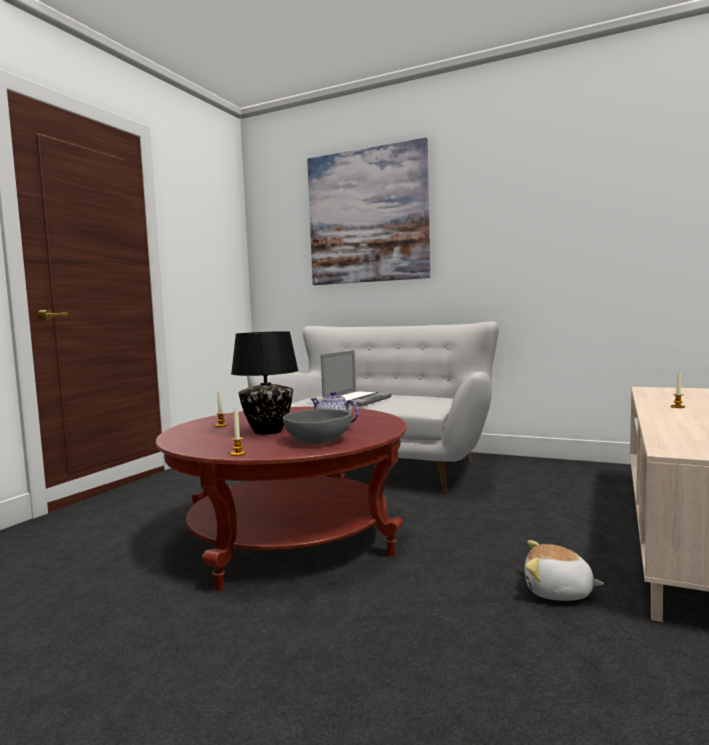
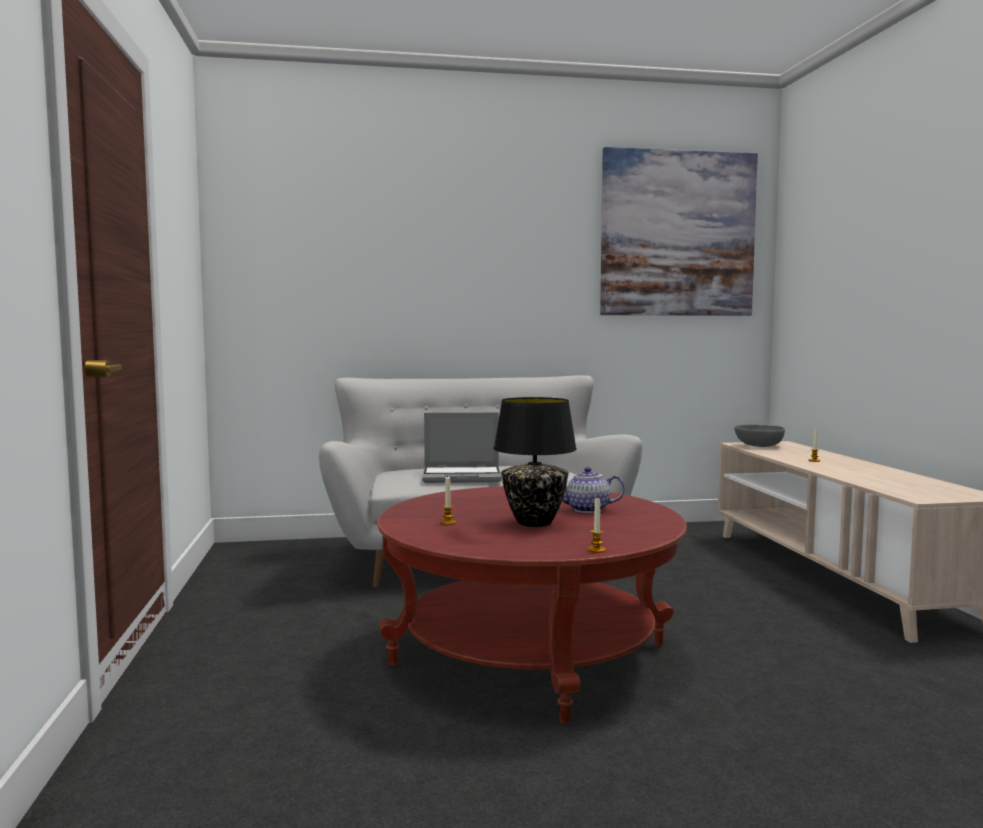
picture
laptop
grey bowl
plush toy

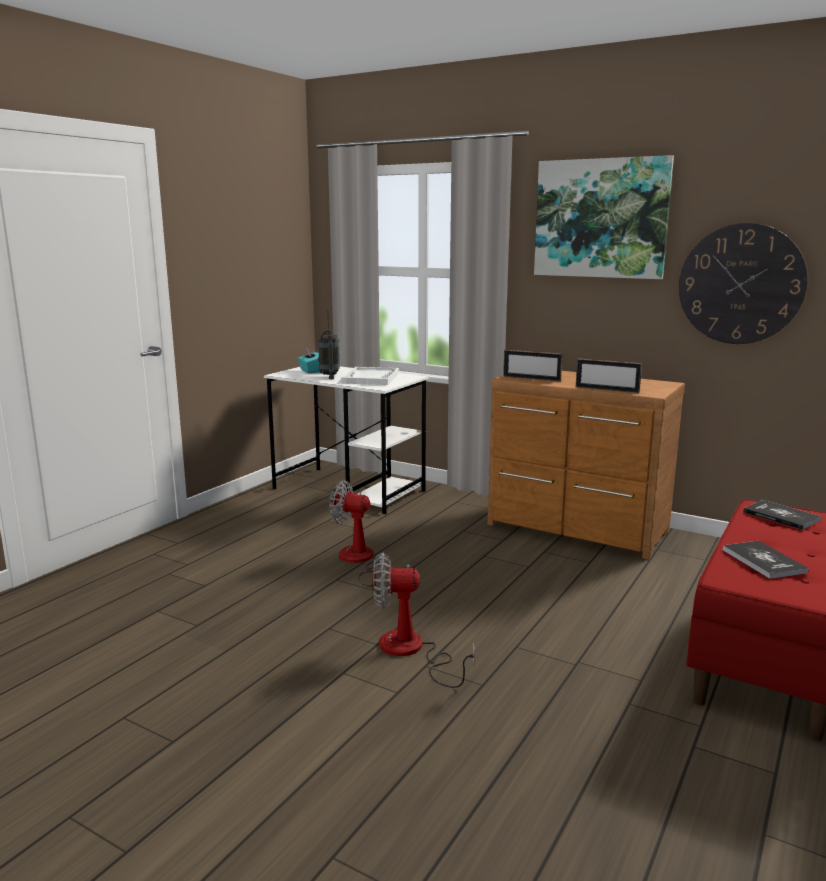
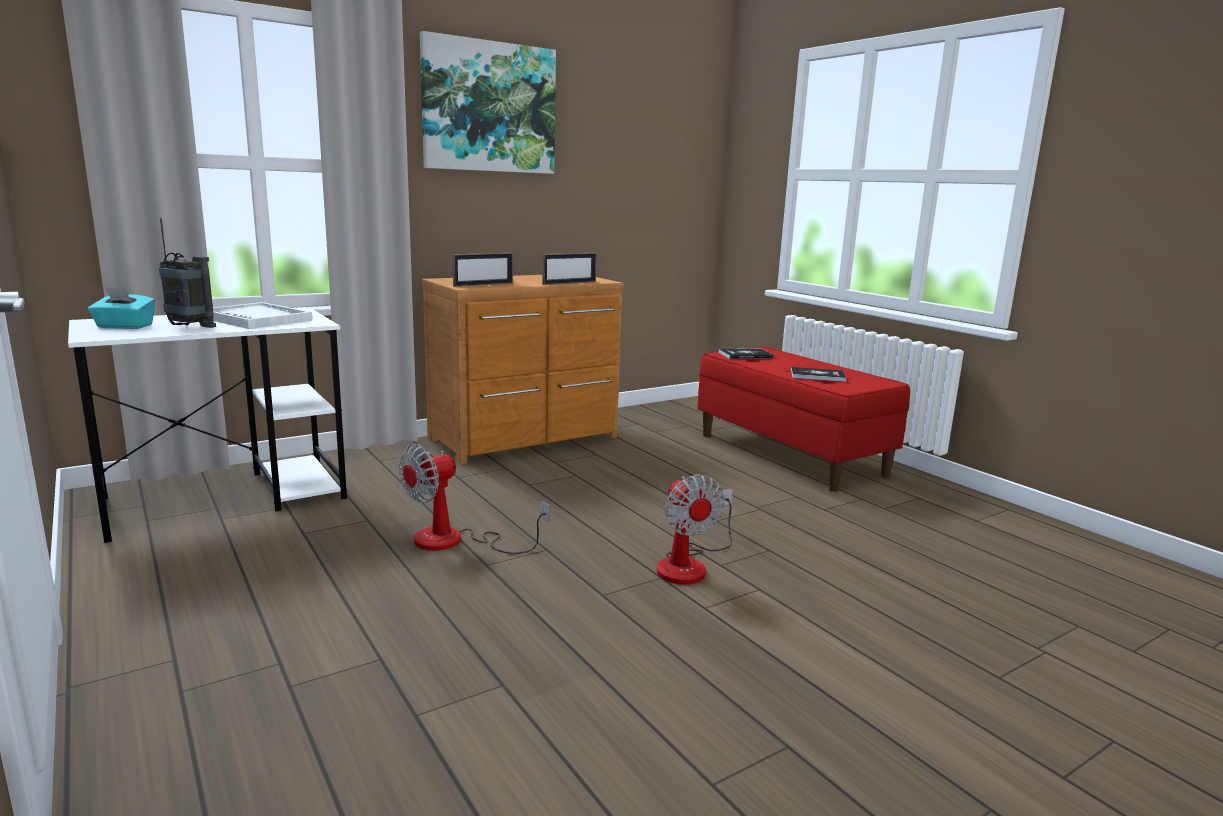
wall clock
fan (2nd from left)

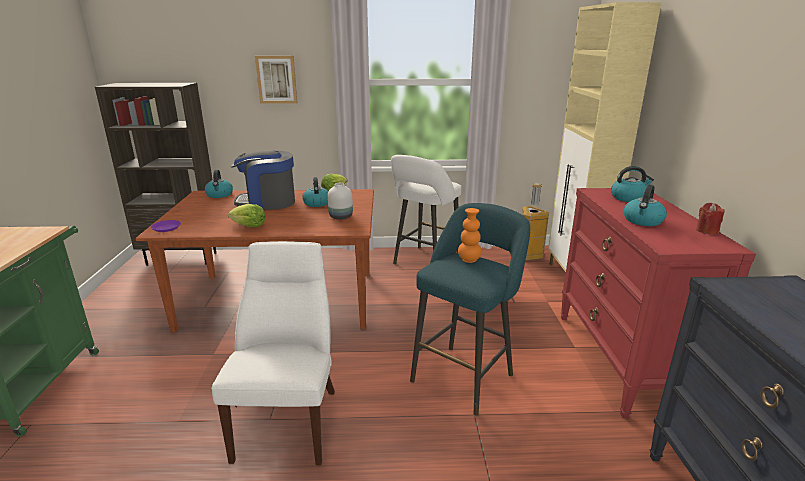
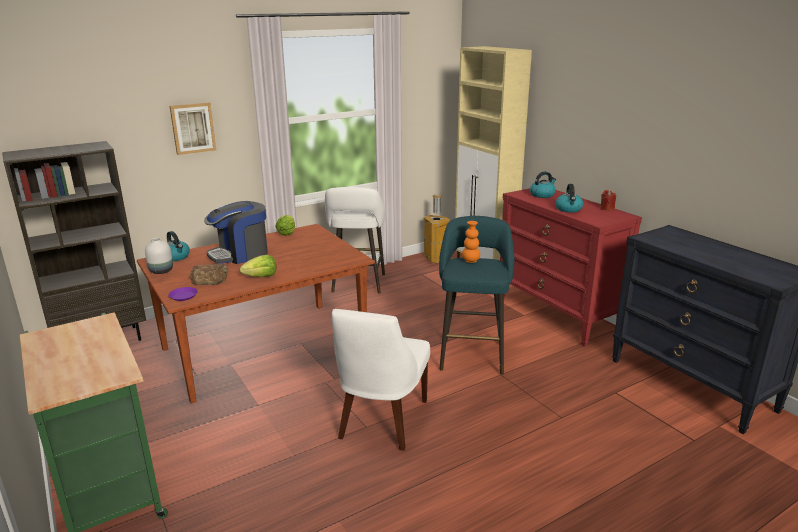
kettle (2nd from left in the first image)
white vase
white chair
bread

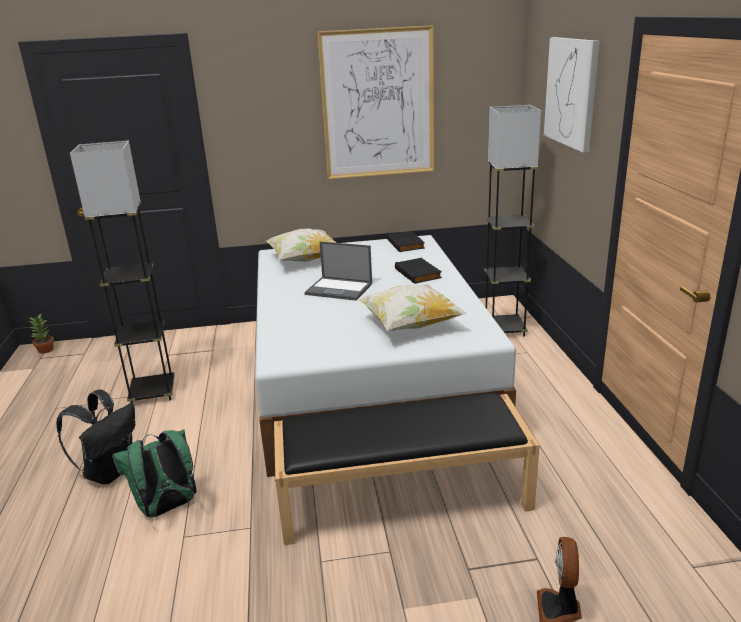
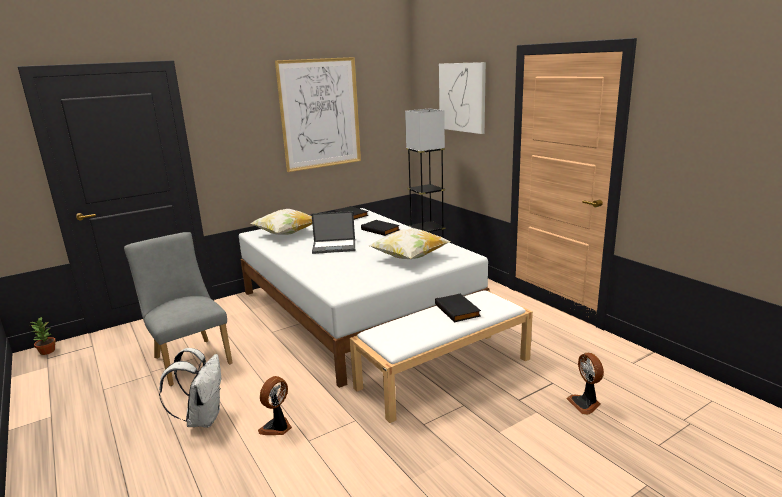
grey chair
white backpack
white bench
fan (1st from left)
black book (3rd from left)

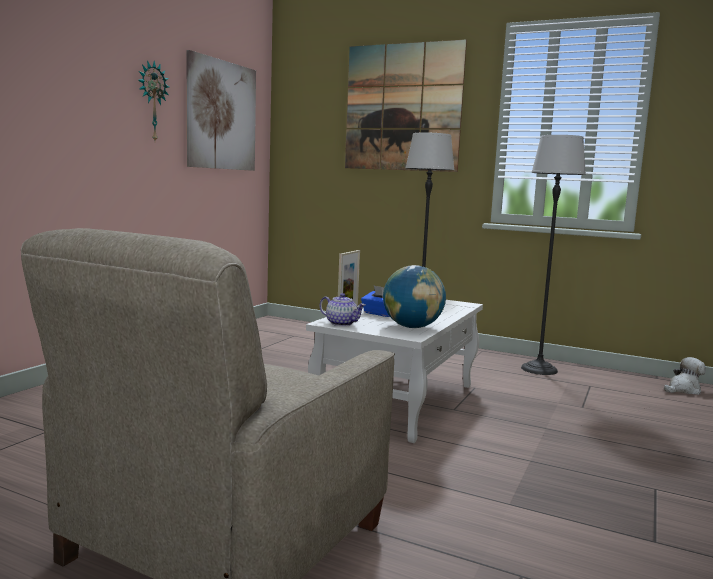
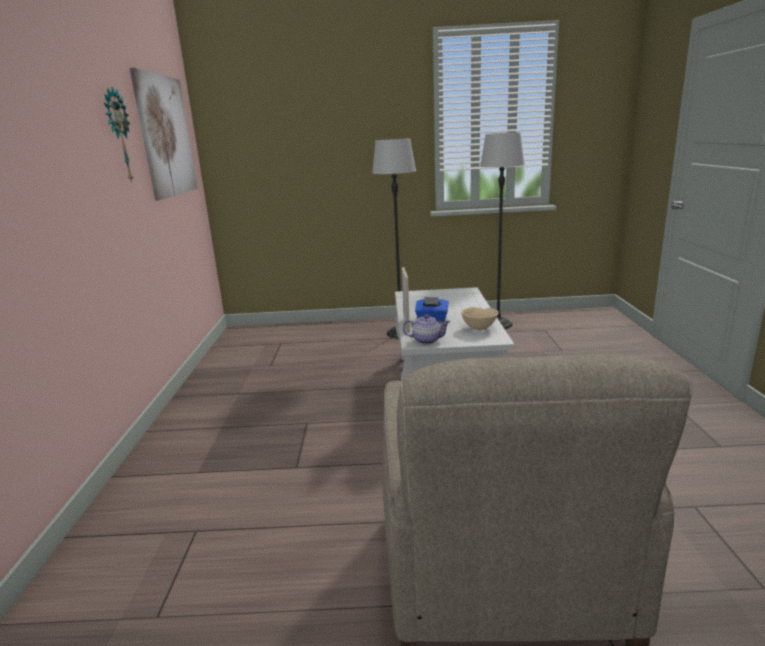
picture (2nd from left in the first image)
beige bowl
plush toy

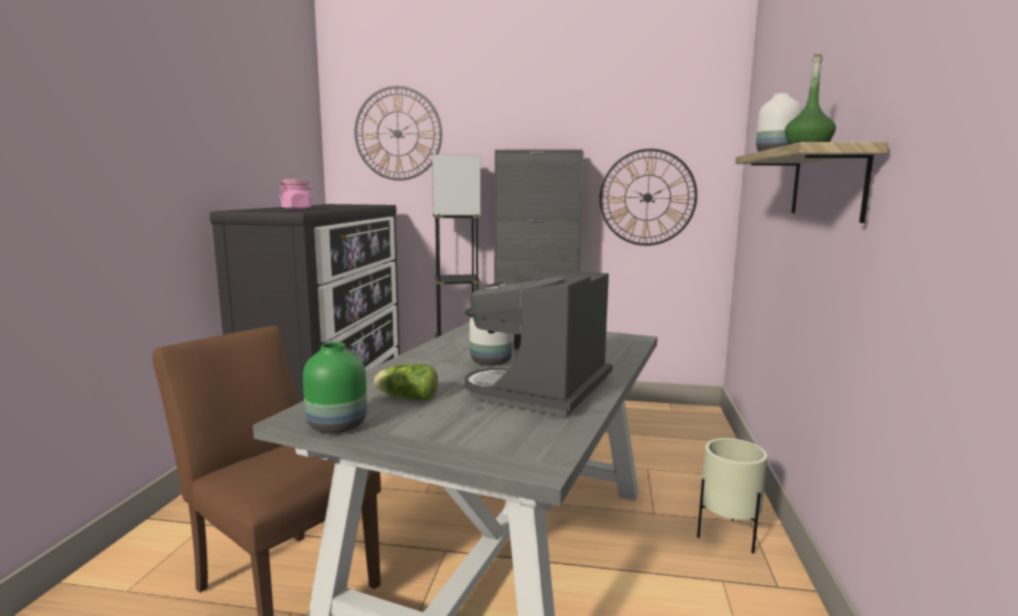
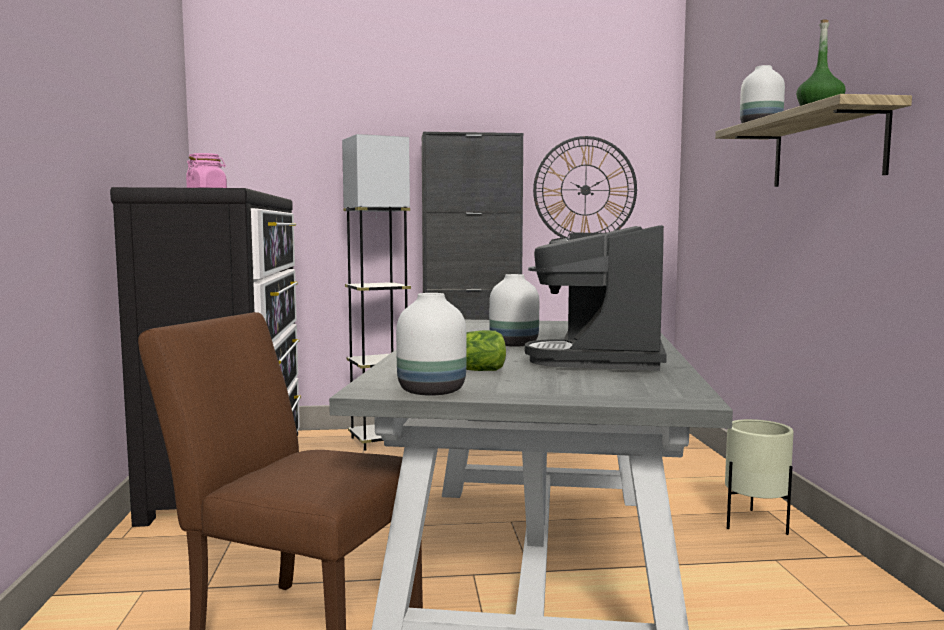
wall clock (1st from left in the first image)
white vase (1st from left)

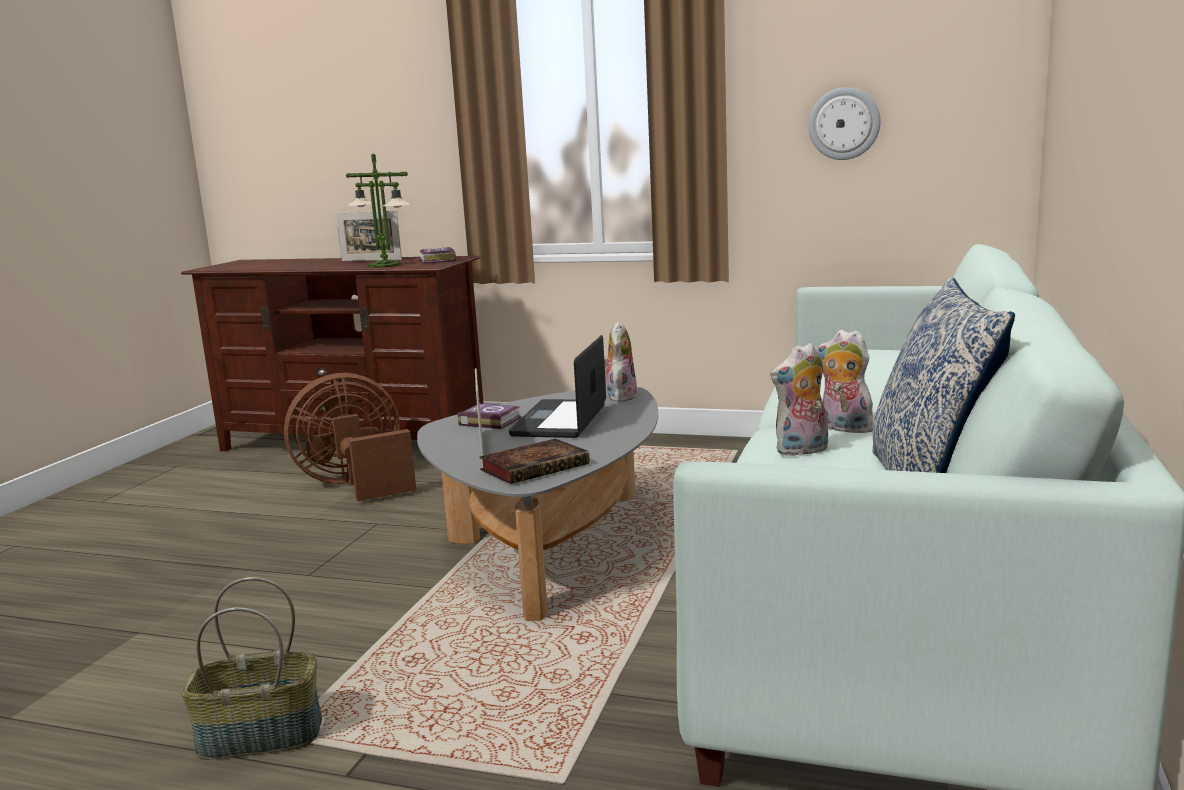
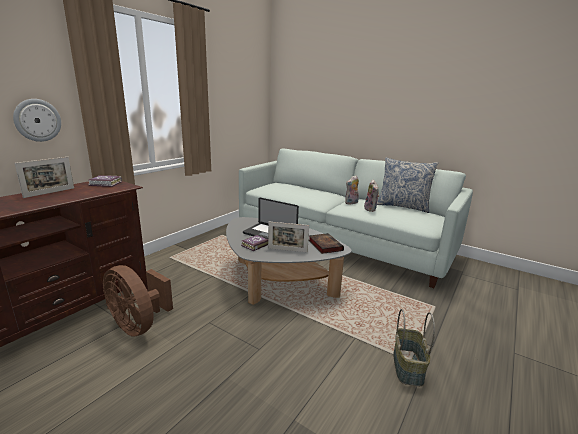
wall clock
table lamp
plush toy (1st from left in the first image)
brown fan

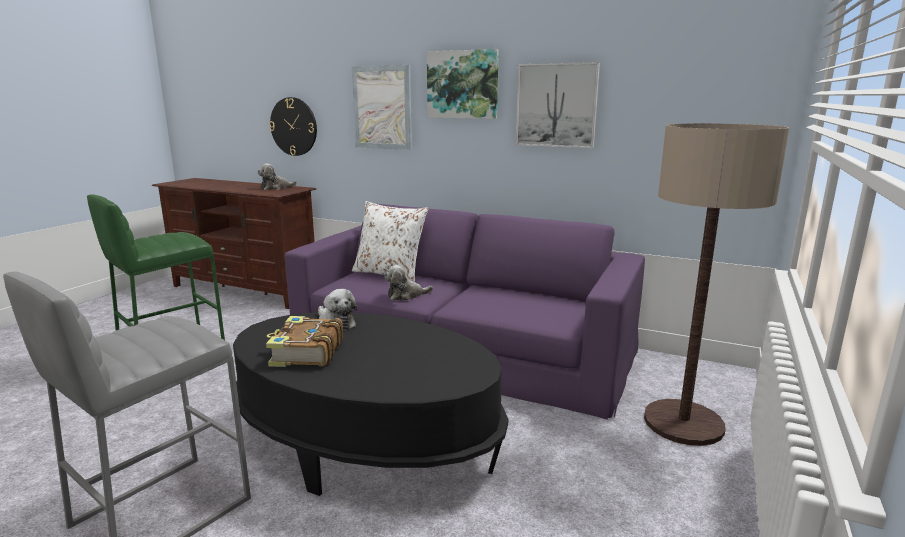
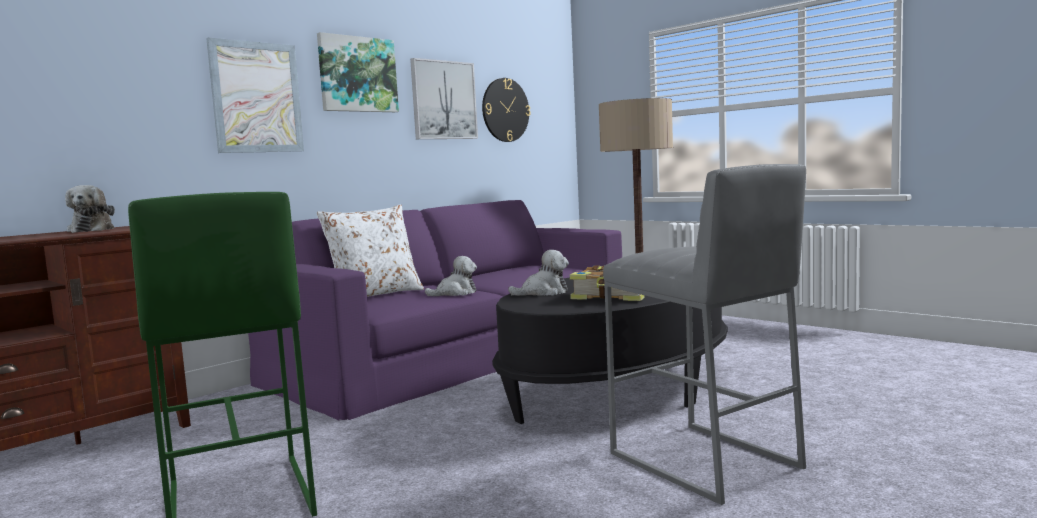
wall clock
plush toy (2nd from left)

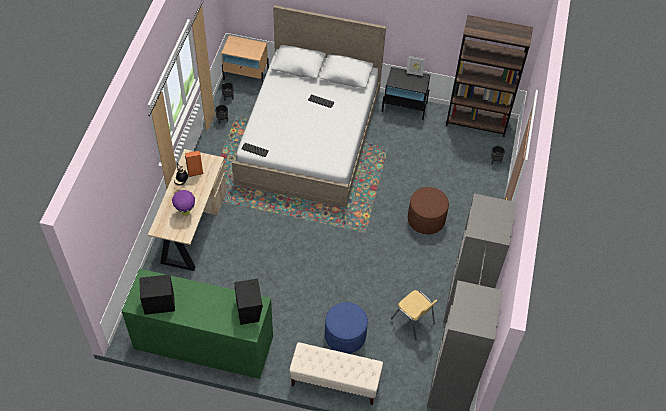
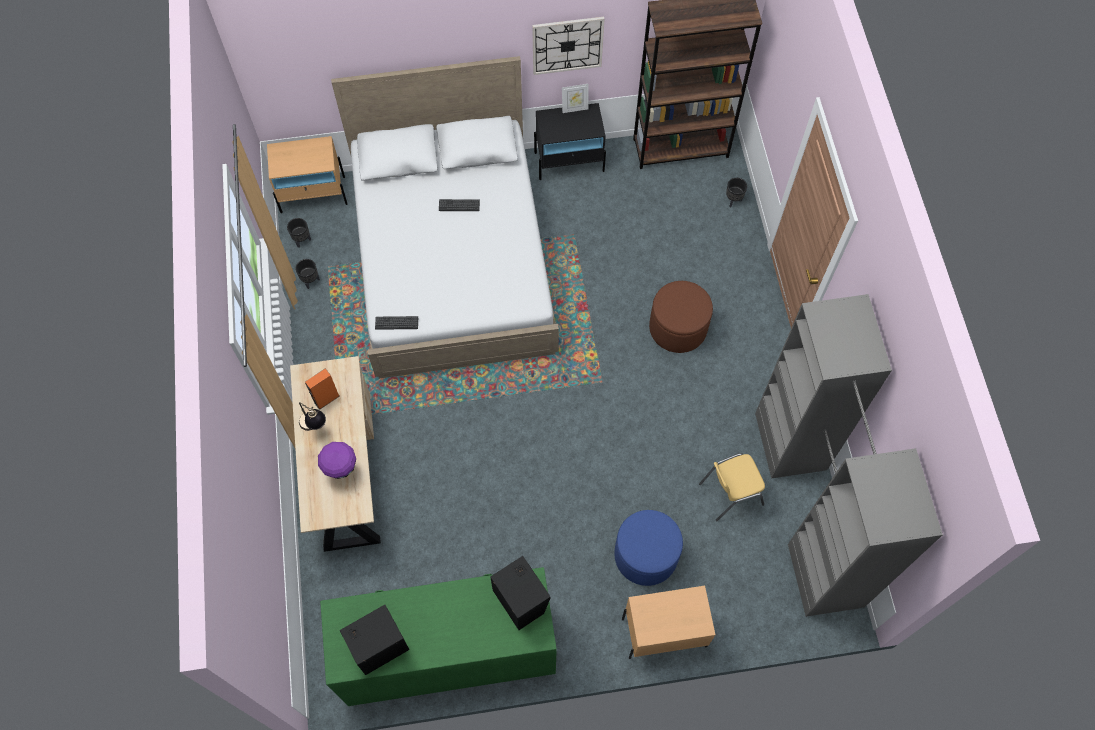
yellow chair
beige nightstand (2nd from left)
wall clock

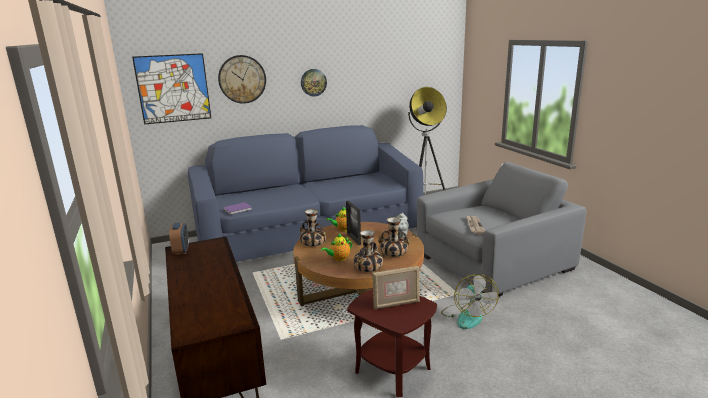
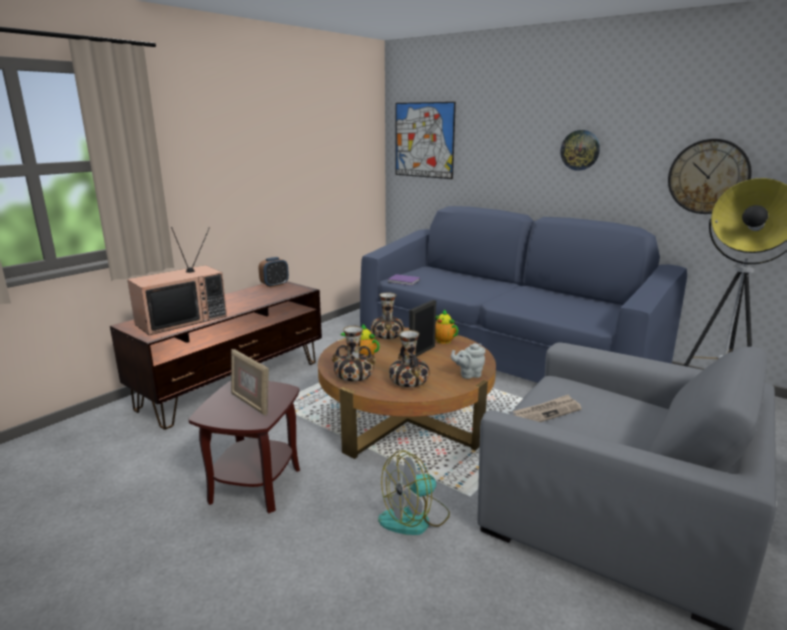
wall clock (2nd from left)
television

